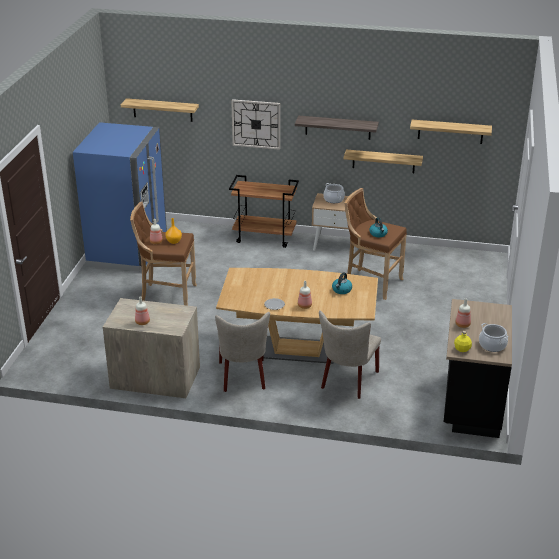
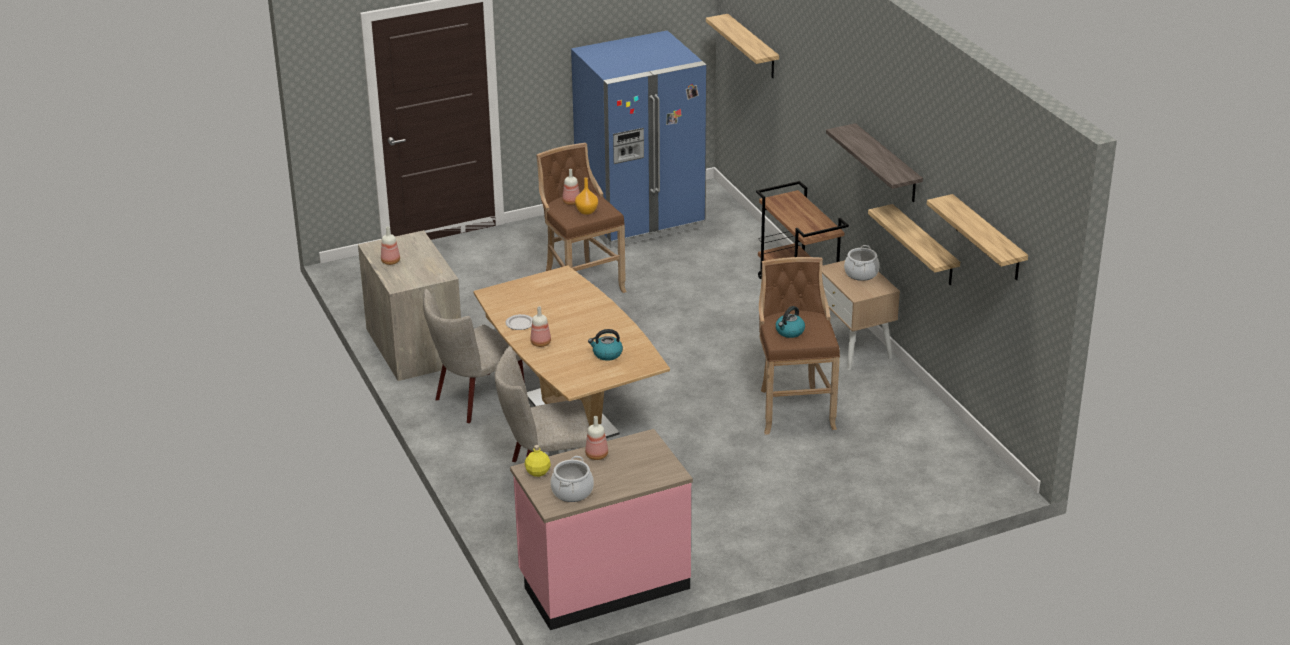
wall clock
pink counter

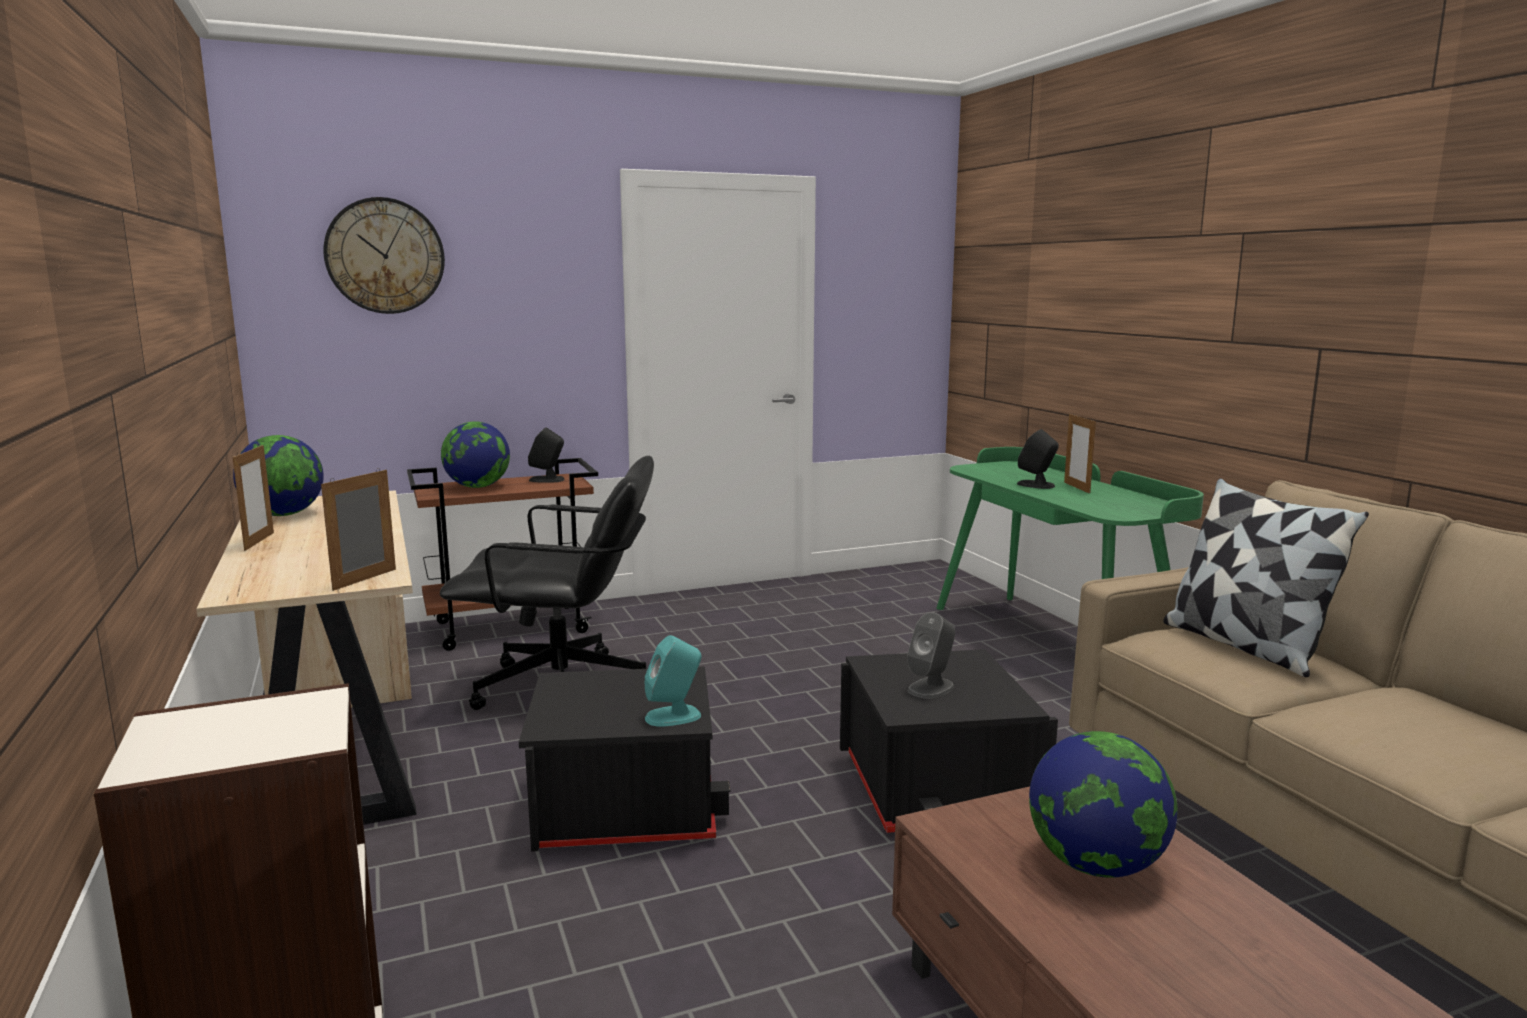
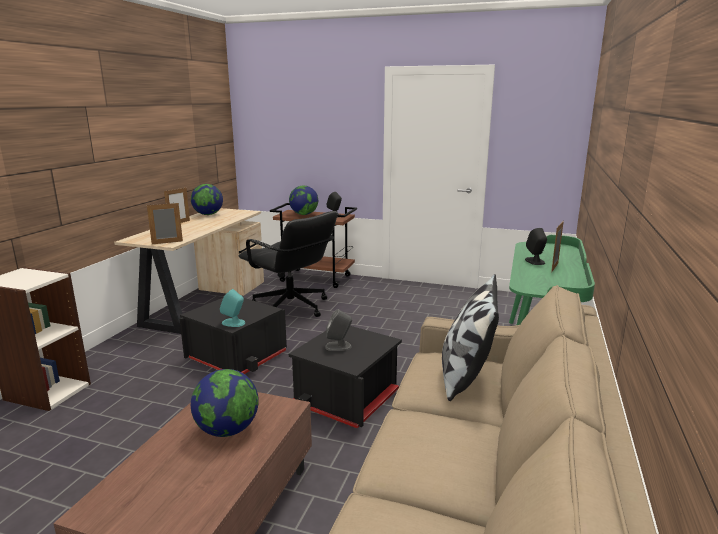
wall clock

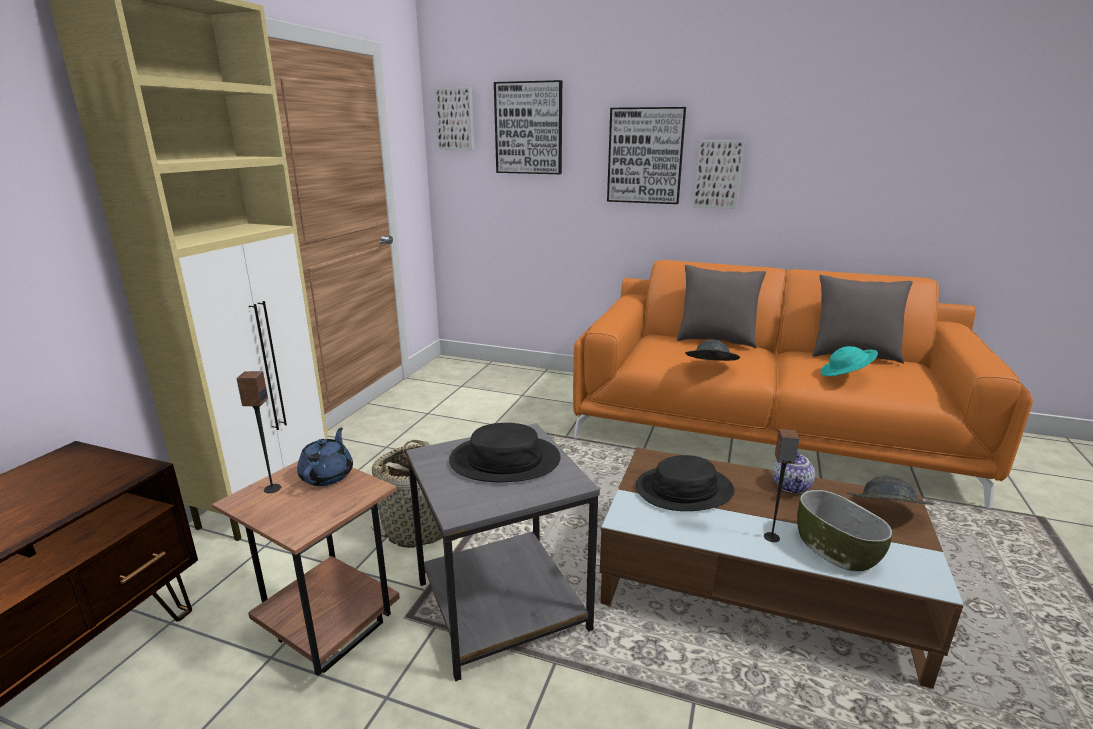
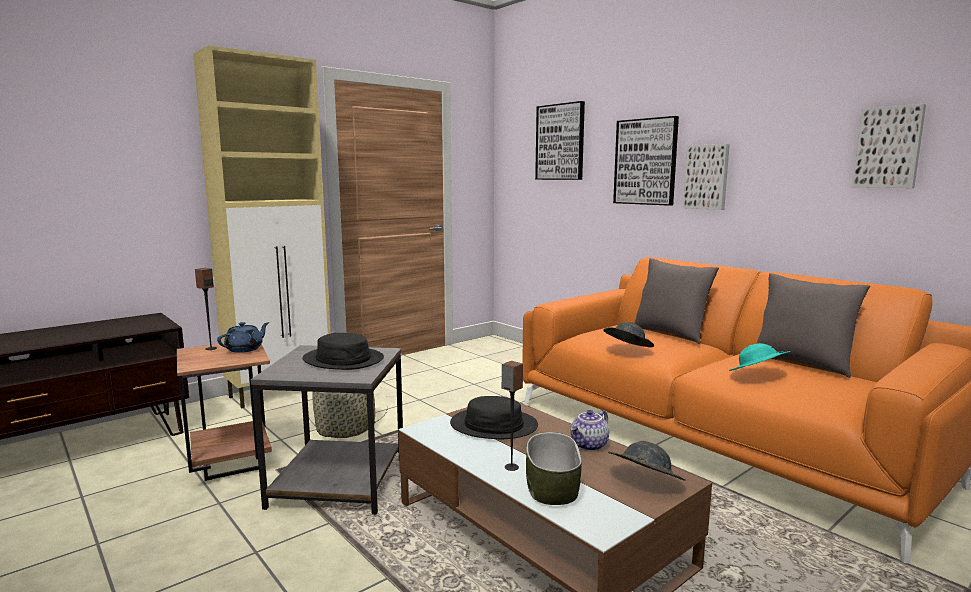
picture (4th from left)

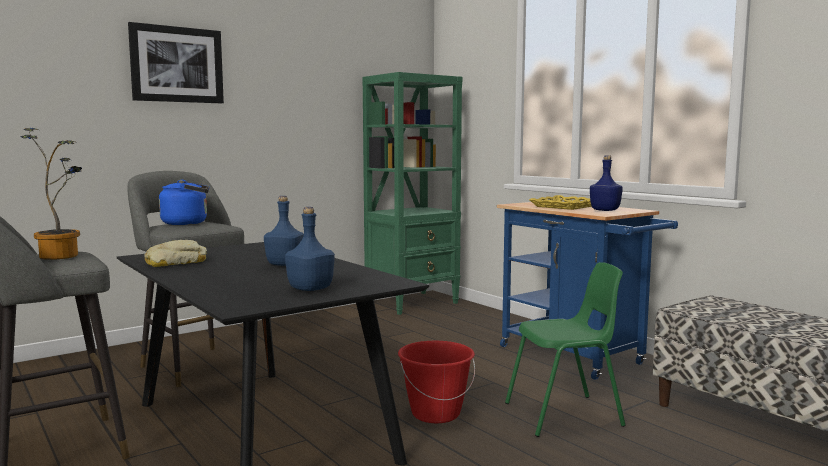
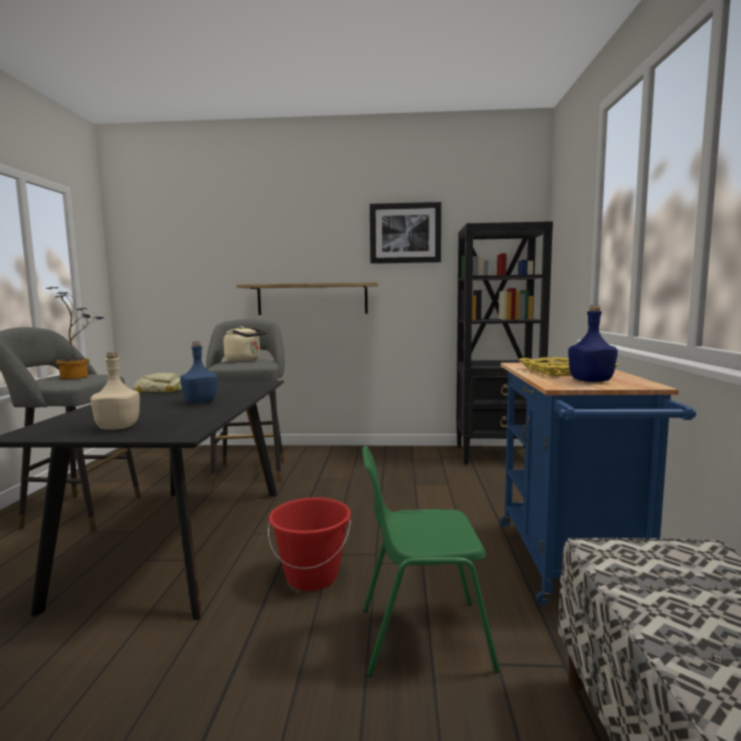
picture
black bookcase
beige kettle
beige bottle
green chair
shelf

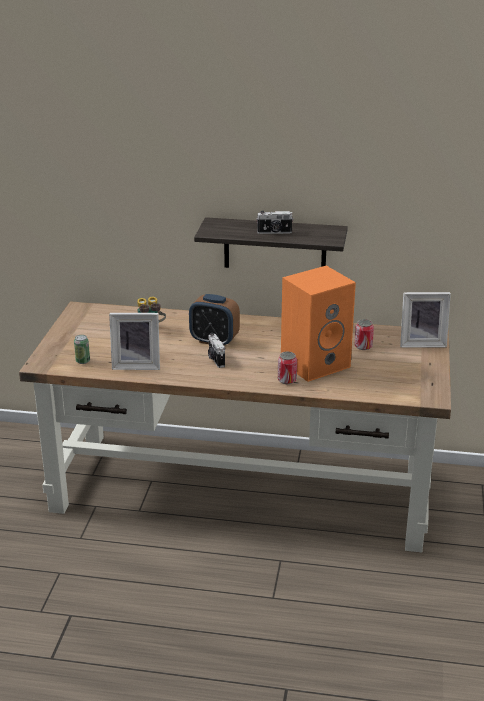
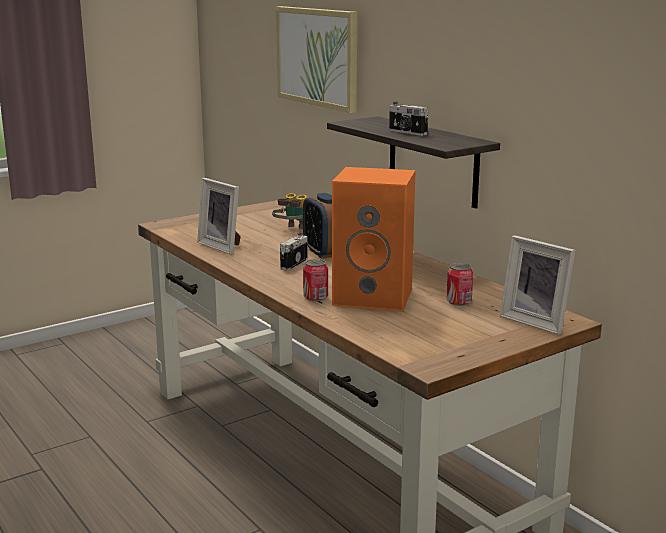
can (1st from left in the first image)
picture

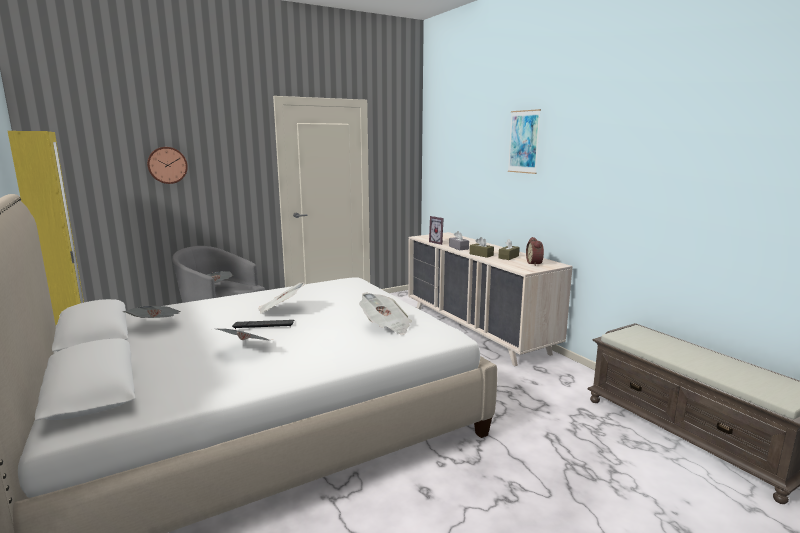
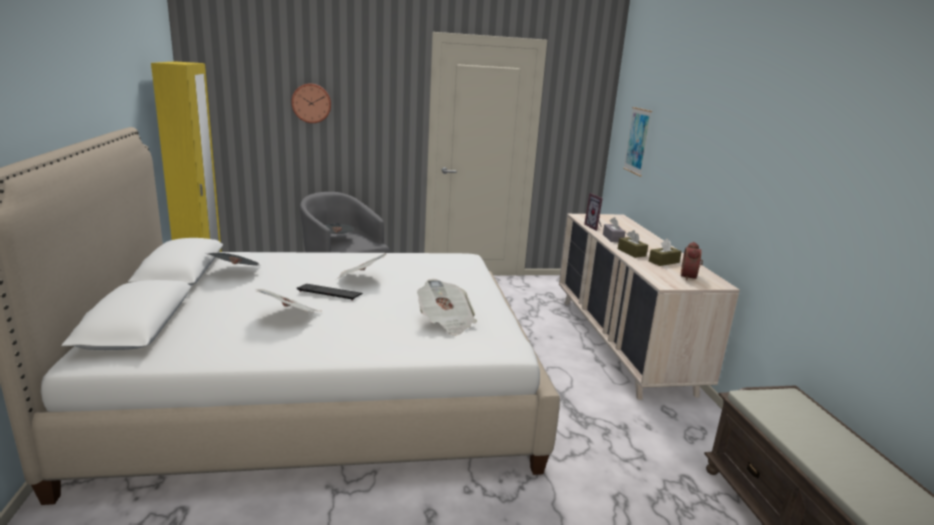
picture

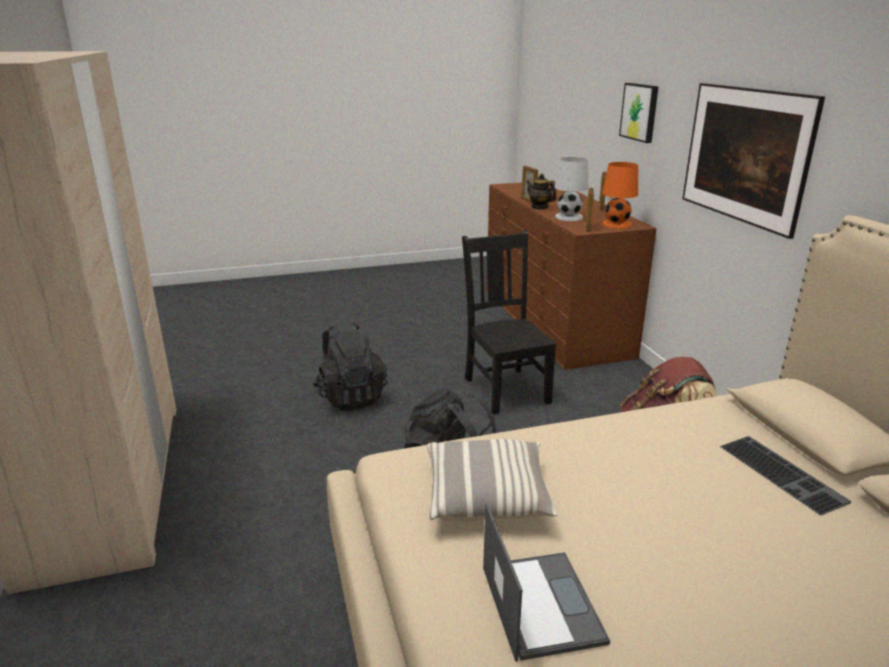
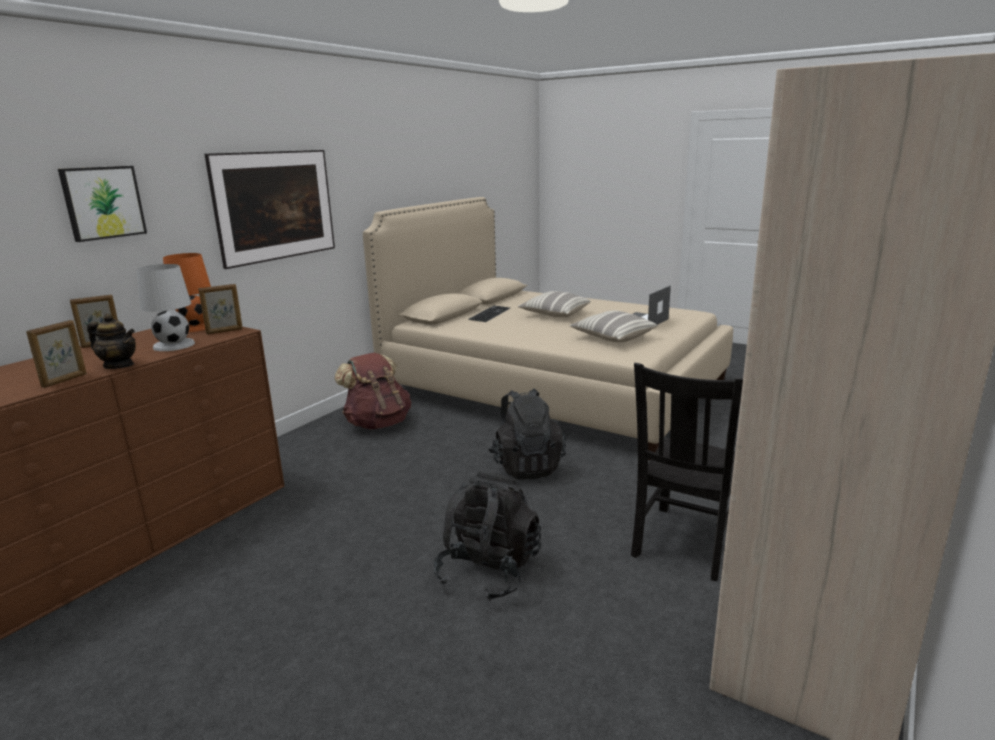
teapot
black chair
pillow (1st from left)

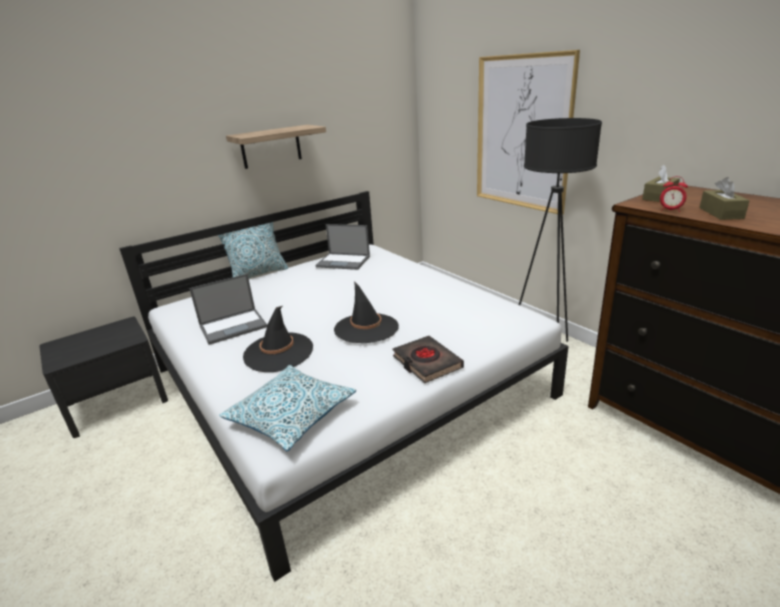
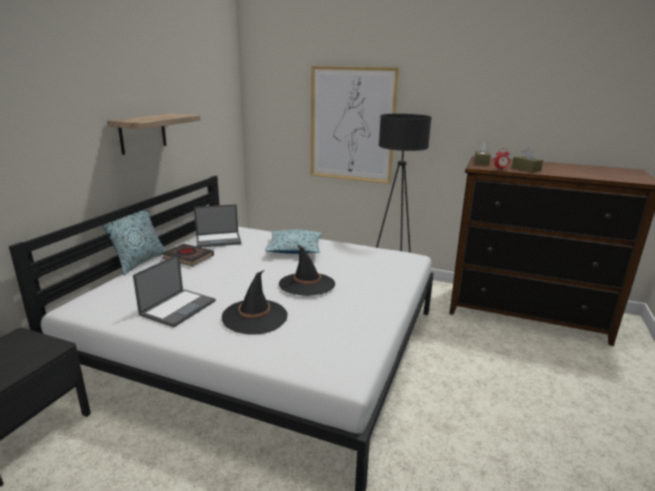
black book
pillow (2nd from left)

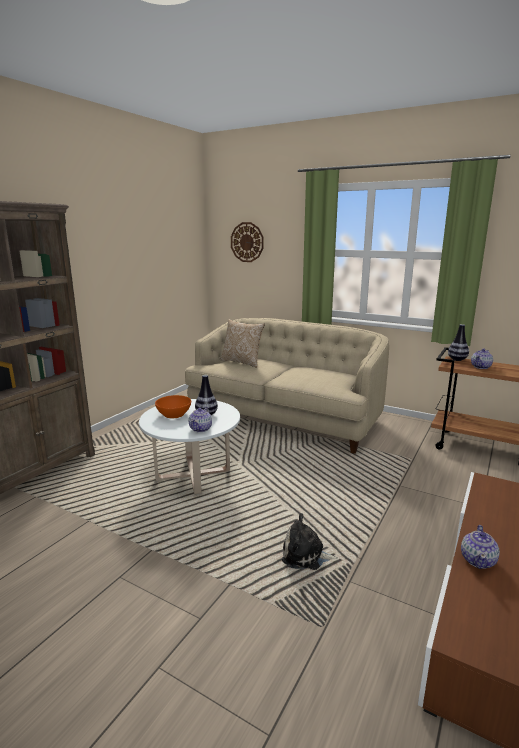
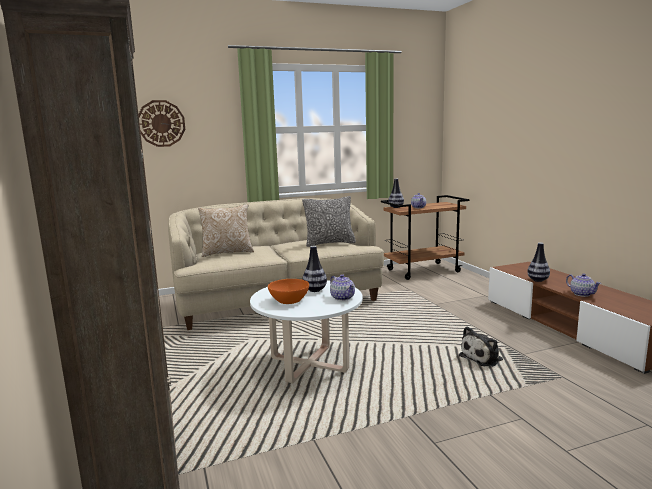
pillow (2nd from left)
vase (3rd from left)

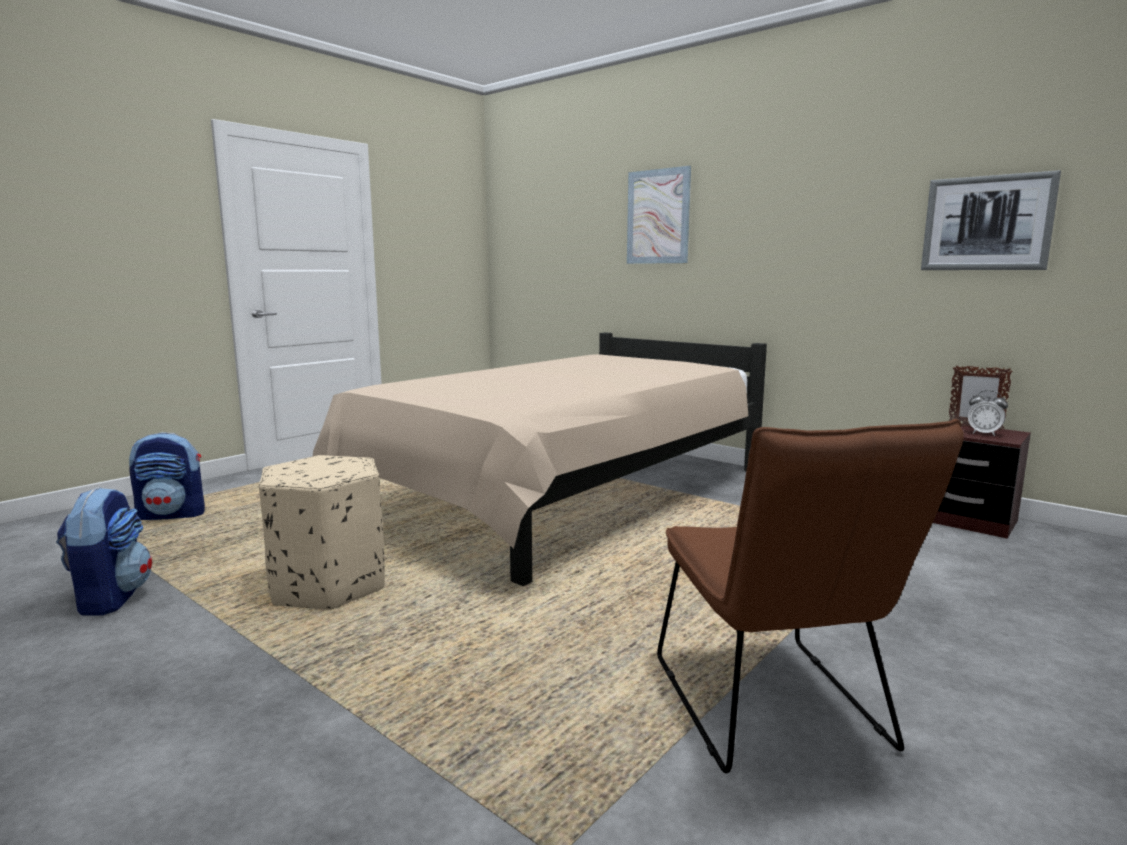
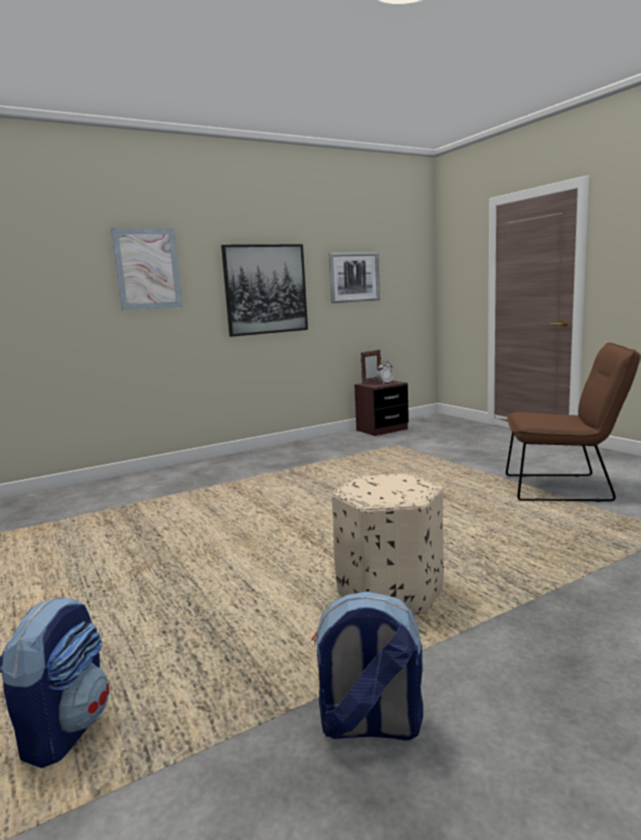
beige bed
picture (2nd from left)

